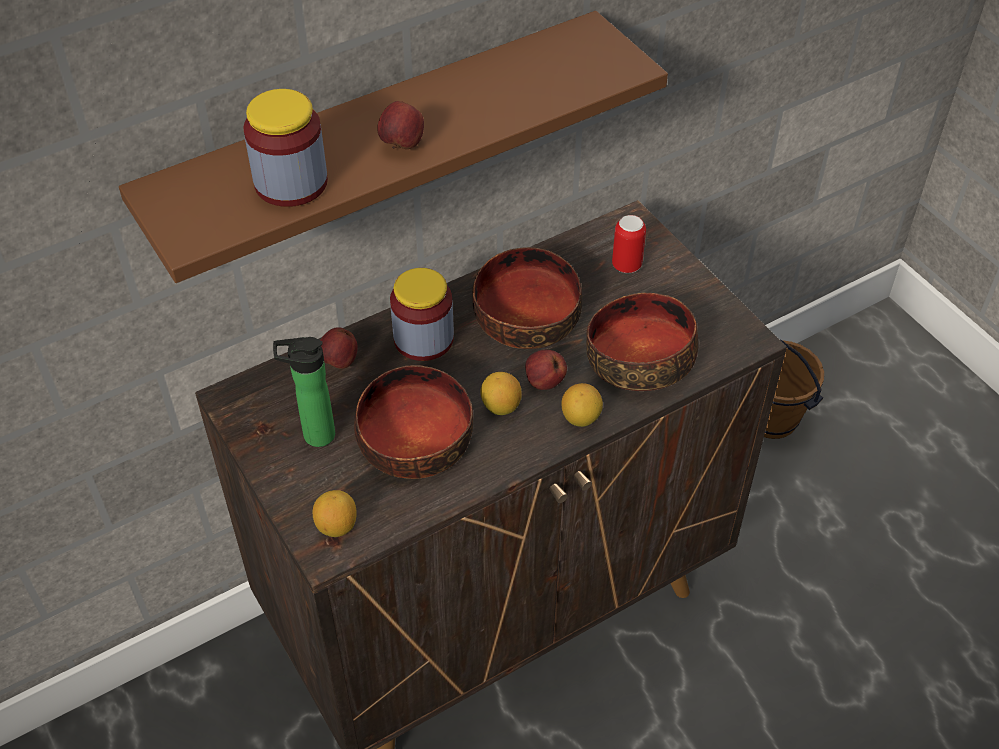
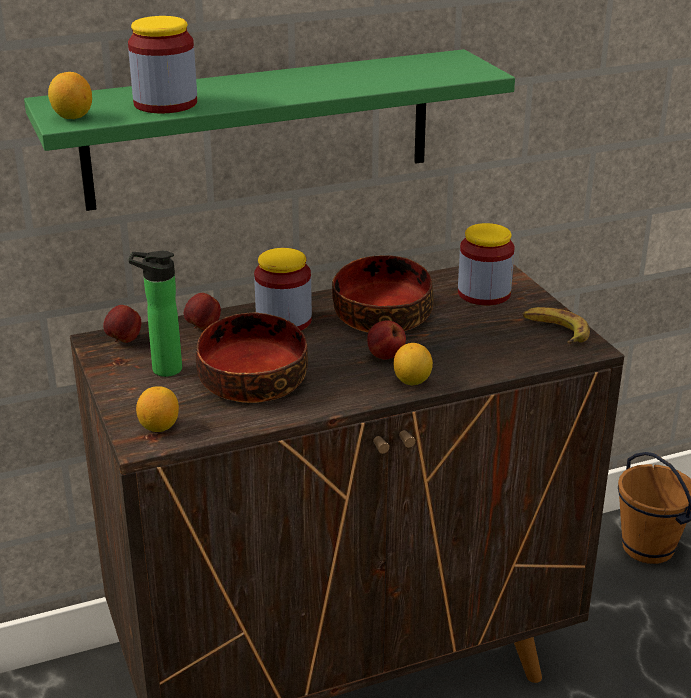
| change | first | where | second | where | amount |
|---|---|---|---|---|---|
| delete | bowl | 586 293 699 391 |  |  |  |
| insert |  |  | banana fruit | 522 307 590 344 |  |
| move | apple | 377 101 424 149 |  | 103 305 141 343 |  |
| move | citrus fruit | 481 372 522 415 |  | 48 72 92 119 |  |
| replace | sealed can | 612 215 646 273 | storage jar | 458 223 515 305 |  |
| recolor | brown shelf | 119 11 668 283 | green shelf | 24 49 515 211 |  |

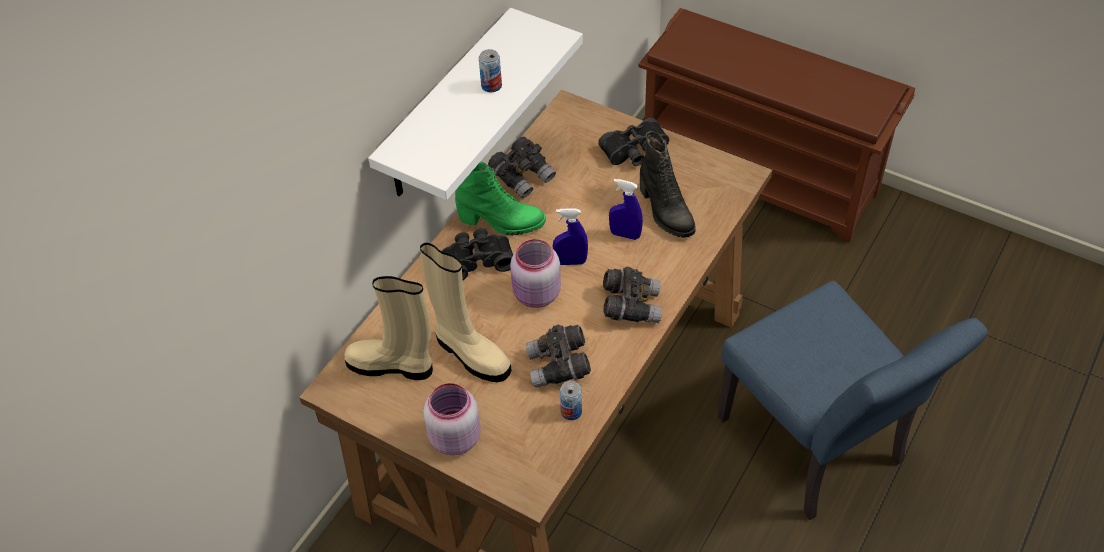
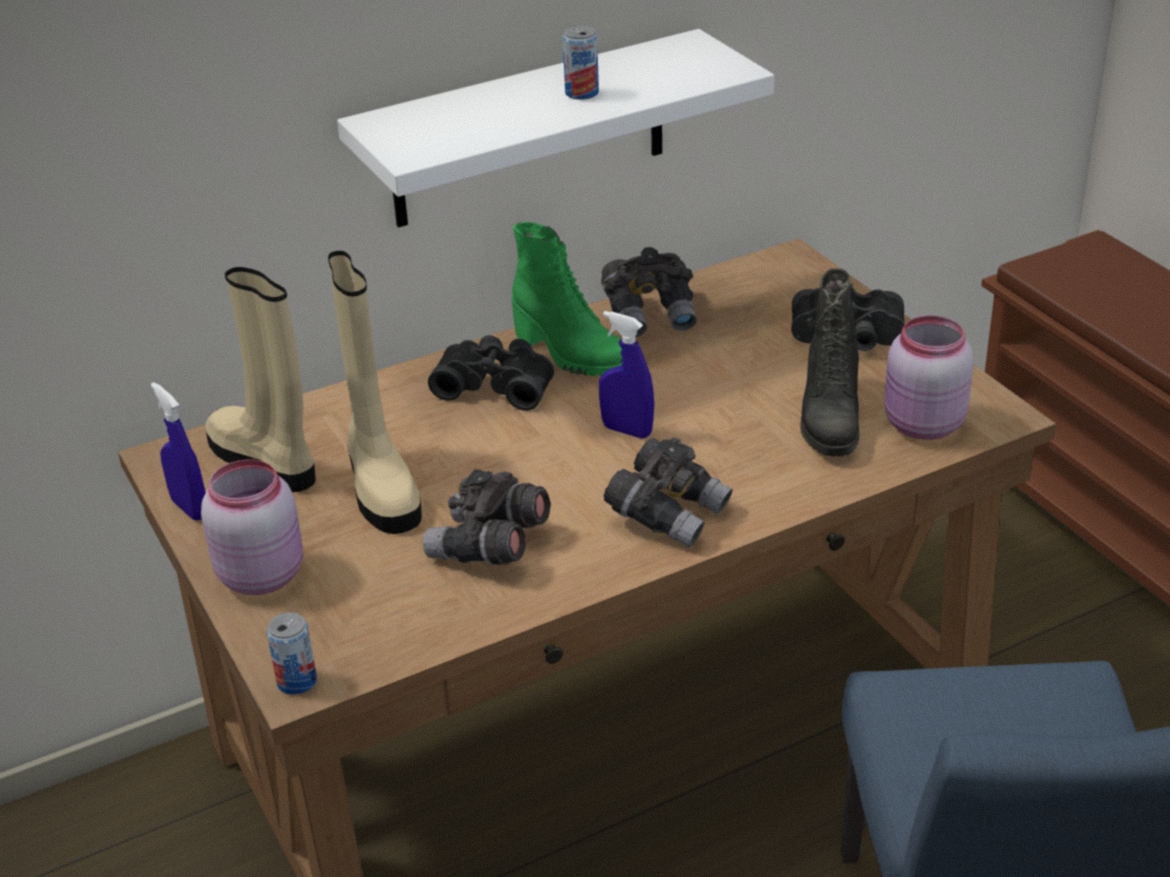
| change | first | where | second | where | amount |
|---|---|---|---|---|---|
| move | pink-coloured storage jar | 510 239 561 308 |  | 884 316 974 440 |  |
| move | sealed can | 560 381 582 420 |  | 267 612 317 695 |  |
| move | blue hand sprayer | 609 179 643 240 |  | 151 382 206 520 |  |

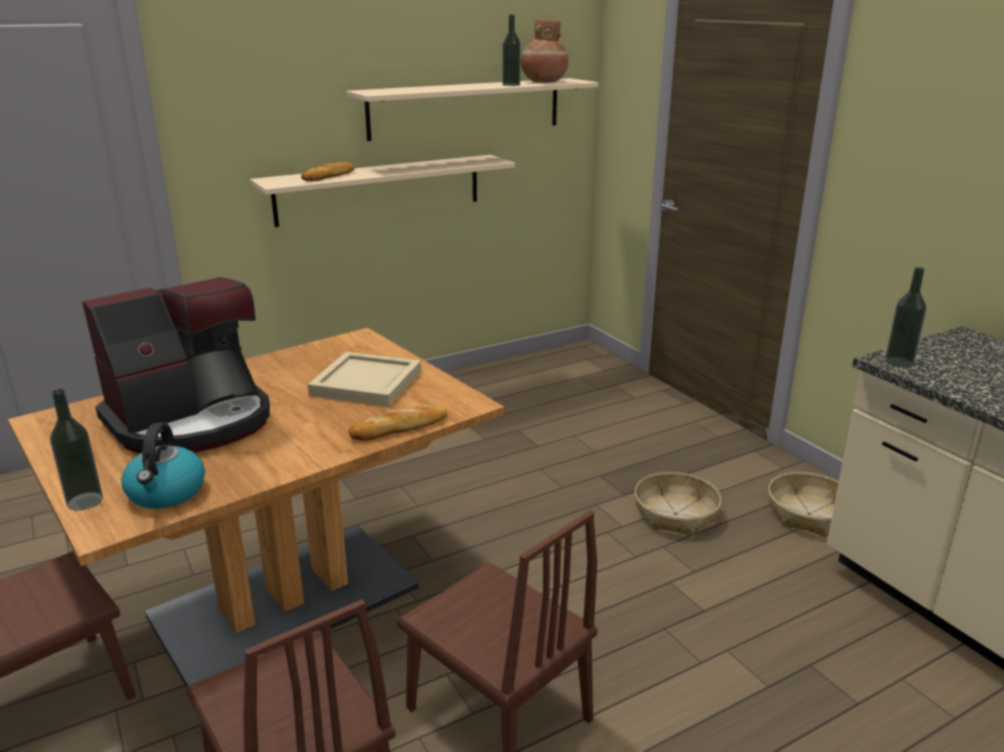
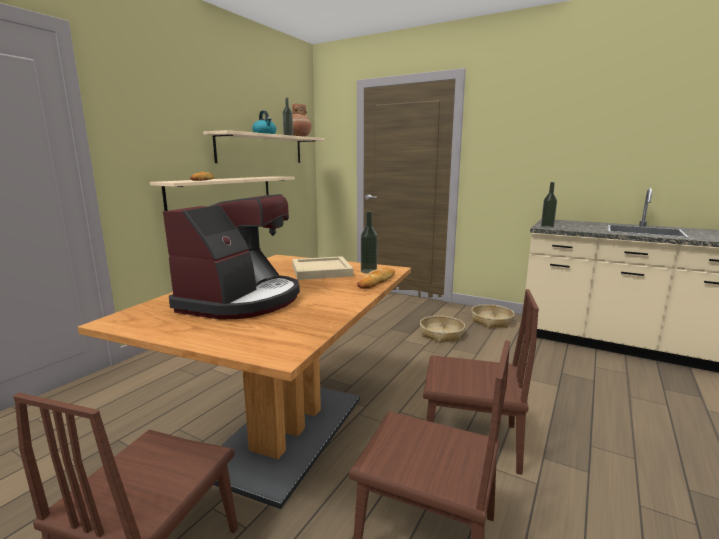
| change | first | where | second | where | amount |
|---|---|---|---|---|---|
| move | beverage bottle | 50 389 103 511 |  | 361 211 377 274 |  |
| move | water kettle | 121 422 205 509 |  | 252 110 277 134 |  |

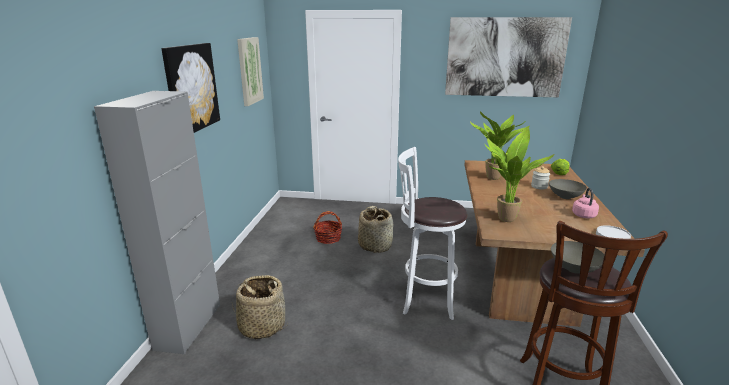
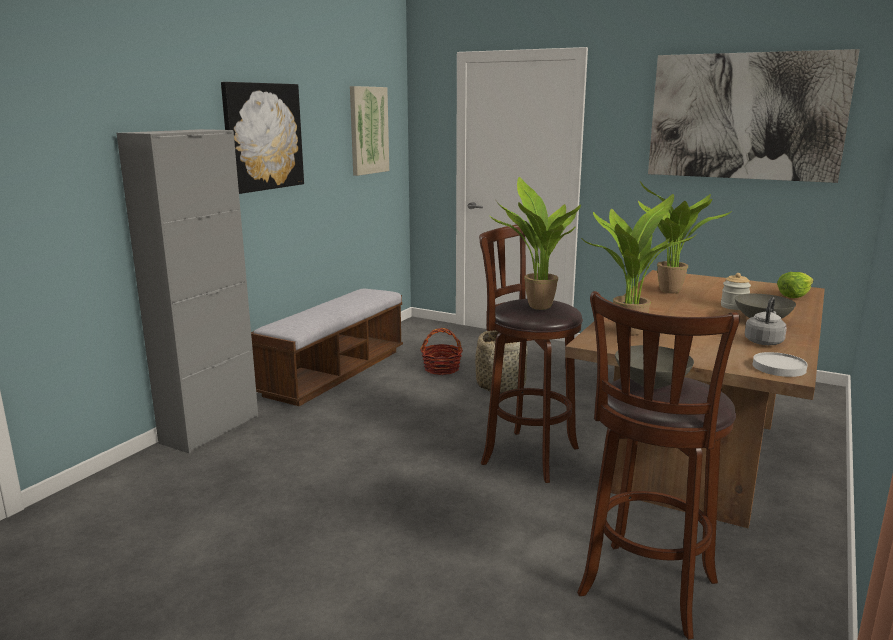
| change | first | where | second | where | amount |
|---|---|---|---|---|---|
| delete | storage basket | 232 275 288 339 |  |  |  |
| insert |  |  | bench | 251 289 403 406 |  |
| insert |  |  | potted plant | 489 177 581 310 |  |
| recolor | white stool | 398 147 467 320 | brown stool | 479 225 583 483 |  |
| recolor | pink-coloured water kettle | 572 188 599 218 | grey water kettle | 745 297 787 345 |  |

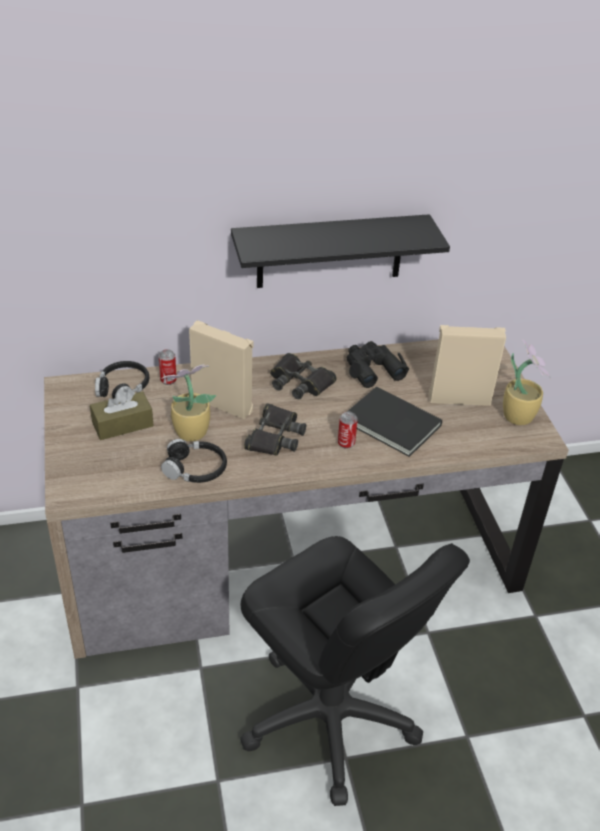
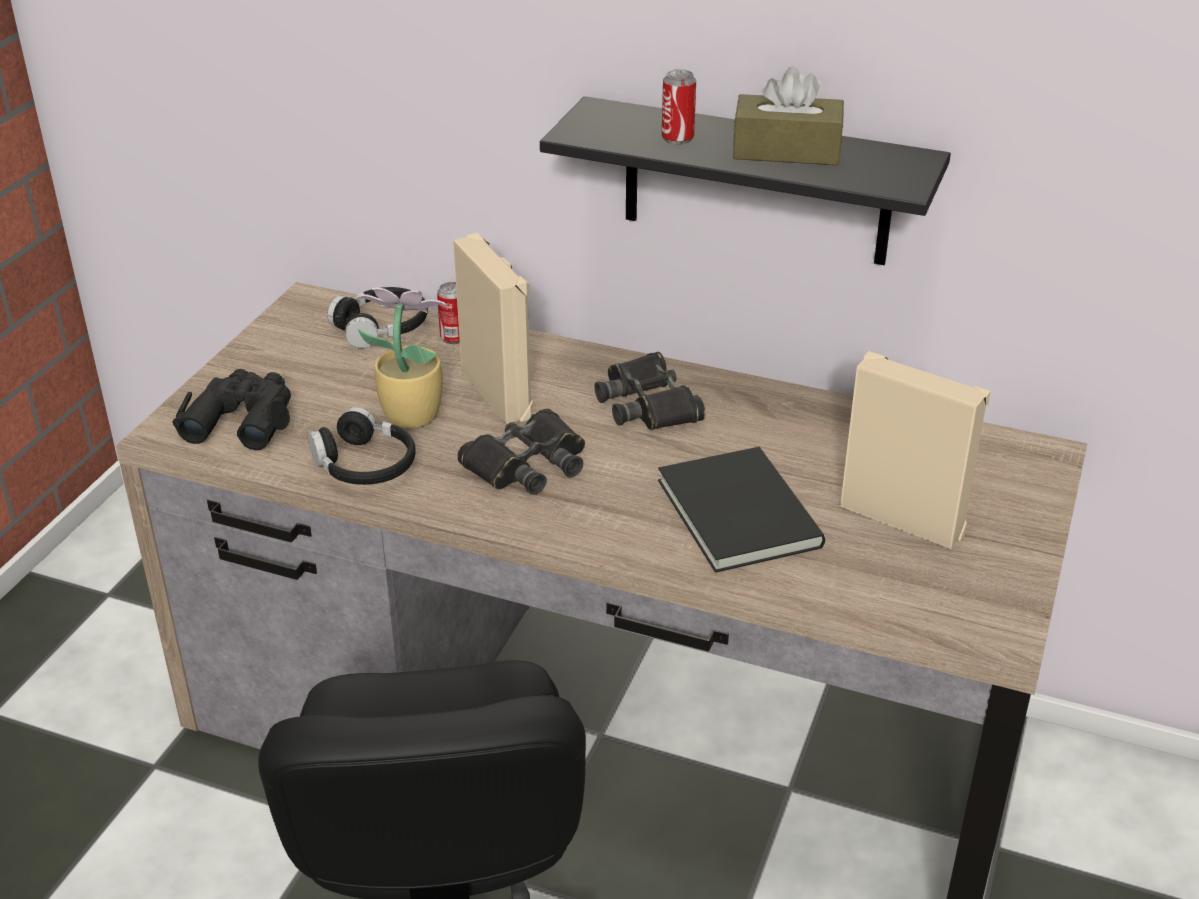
| change | first | where | second | where | amount |
|---|---|---|---|---|---|
| delete | potted plant | 503 339 551 425 |  |  |  |
| move | brown box of tissues | 90 389 153 440 |  | 733 66 844 165 |  |
| move | sealed can | 338 411 358 449 |  | 662 69 696 144 |  |
| move | black-coloured field glasses | 347 341 409 388 |  | 172 369 291 450 |  |

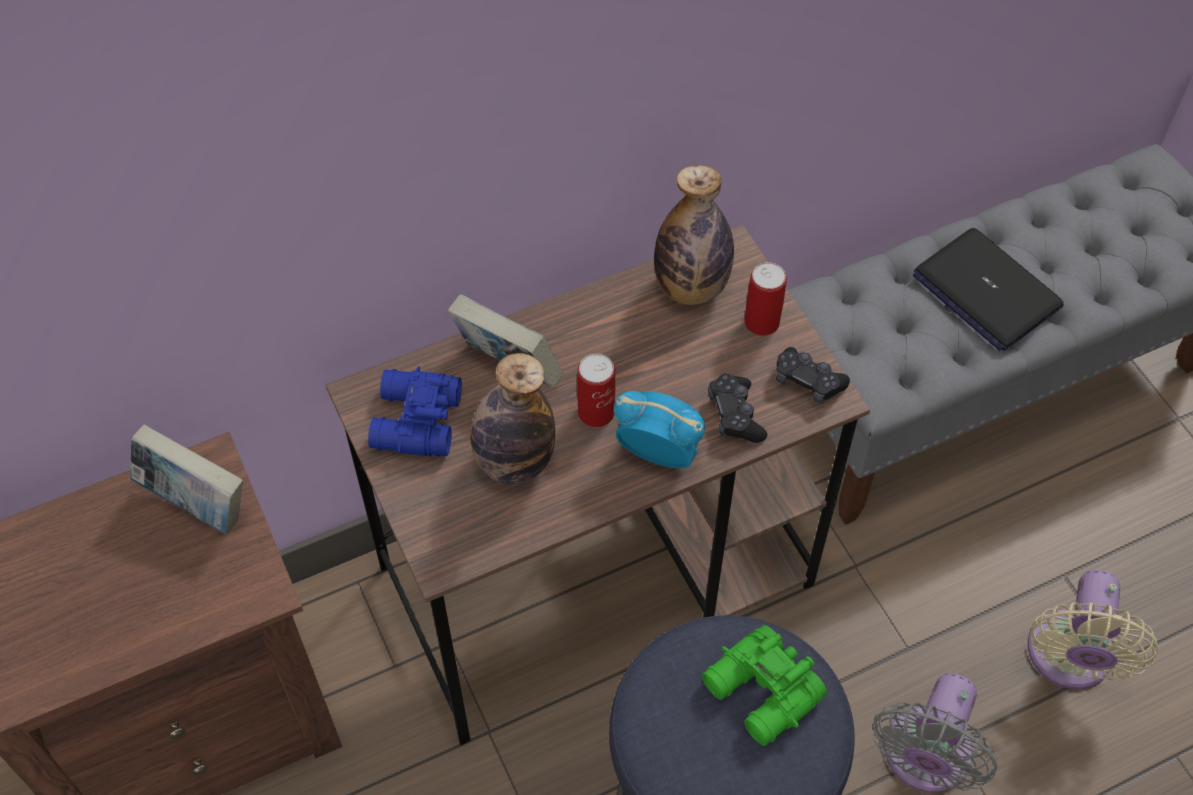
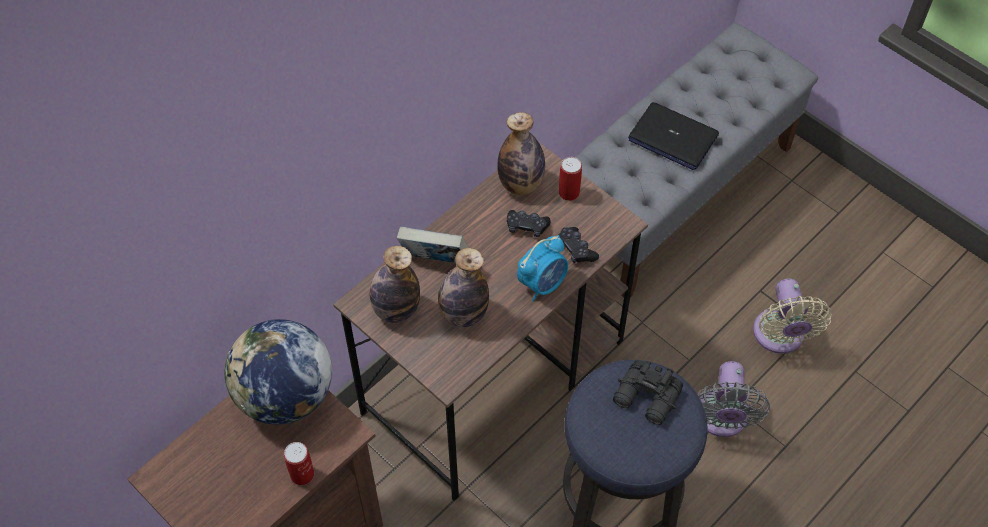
| change | first | where | second | where | amount |
|---|---|---|---|---|---|
| move | sealed can | 577 354 615 427 |  | 284 442 314 485 |  |
| move | black-coloured game controller | 776 347 850 404 |  | 507 210 550 237 |  |
| replace | bound book | 130 424 243 534 | desk globe | 225 319 332 425 |  |
| replace | blue field glasses | 368 366 462 457 | beverage bottle | 369 246 420 323 |  |
| recolor | green field glasses | 702 625 827 746 | black-coloured field glasses | 613 360 683 425 |  |
| rotate | alarm clock | 614 391 705 469 |  | 517 235 568 301 | 135 degrees clockwise |

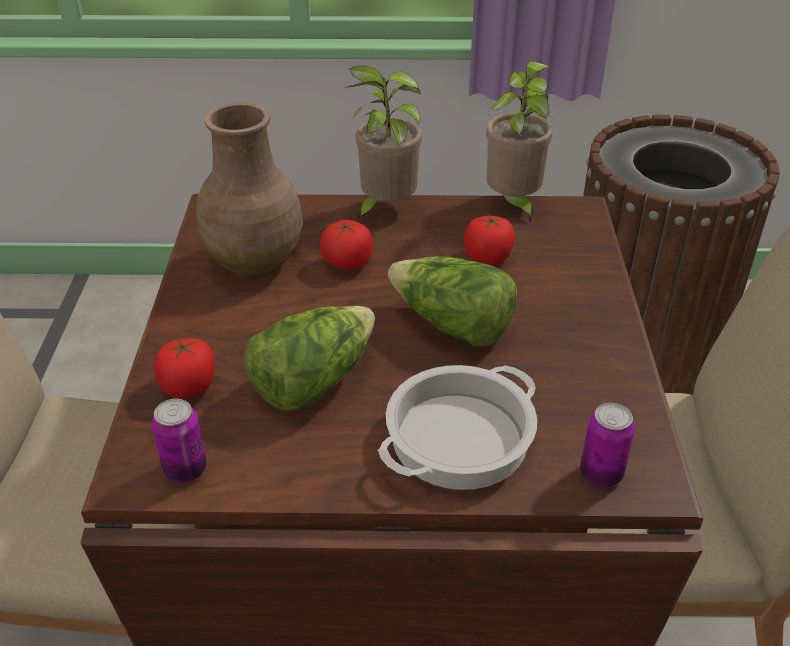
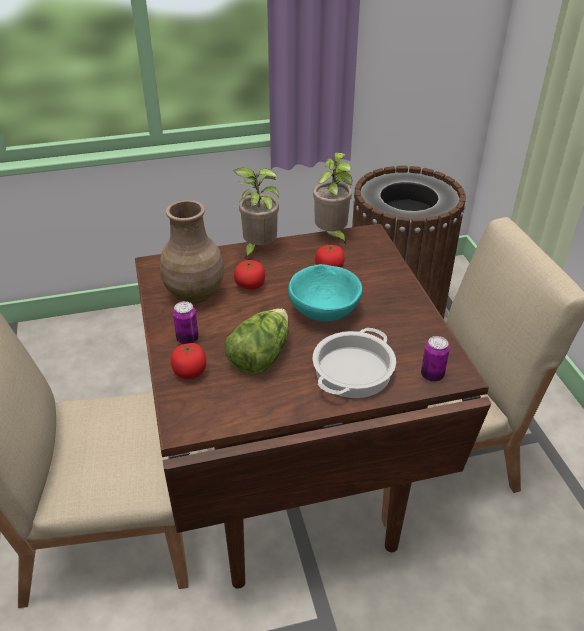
| change | first | where | second | where | amount |
|---|---|---|---|---|---|
| move | sealed can | 152 399 206 483 |  | 173 301 198 344 |  |
| replace | head of lettuce | 388 256 517 347 | blue-green bowl | 288 264 362 322 |  |

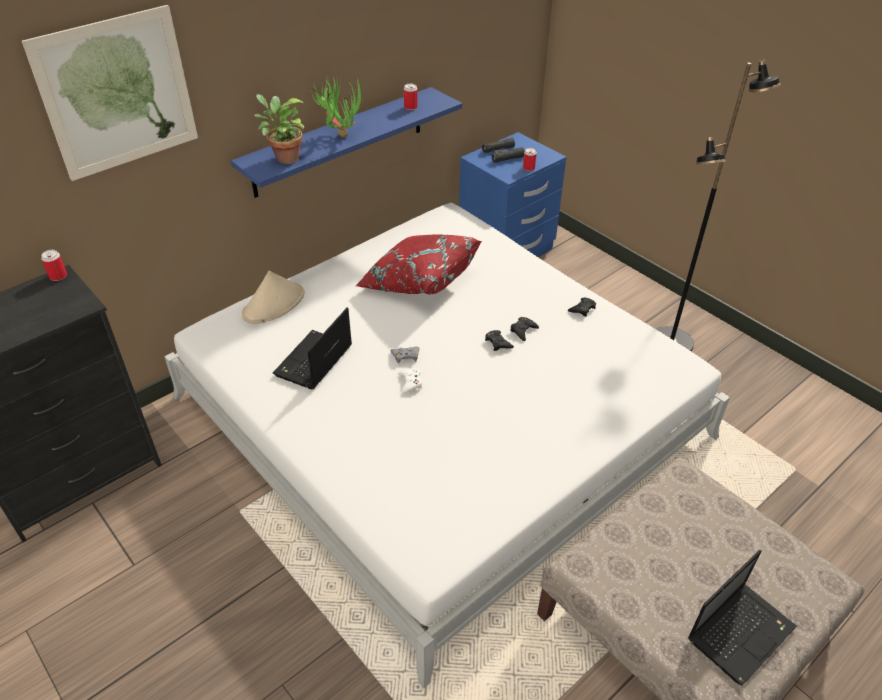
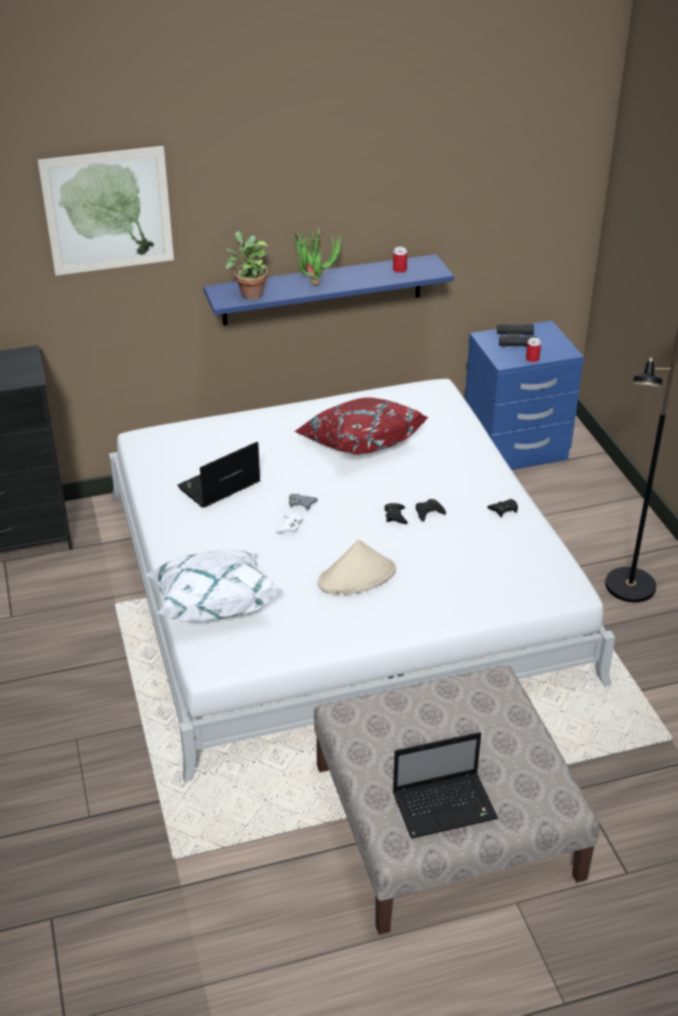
| change | first | where | second | where | amount |
|---|---|---|---|---|---|
| delete | sealed can | 41 250 67 281 |  |  |  |
| insert |  |  | white throw pillow | 146 549 284 622 |  |
| move | beige wearable hat | 242 271 304 324 |  | 318 539 396 595 |  |

